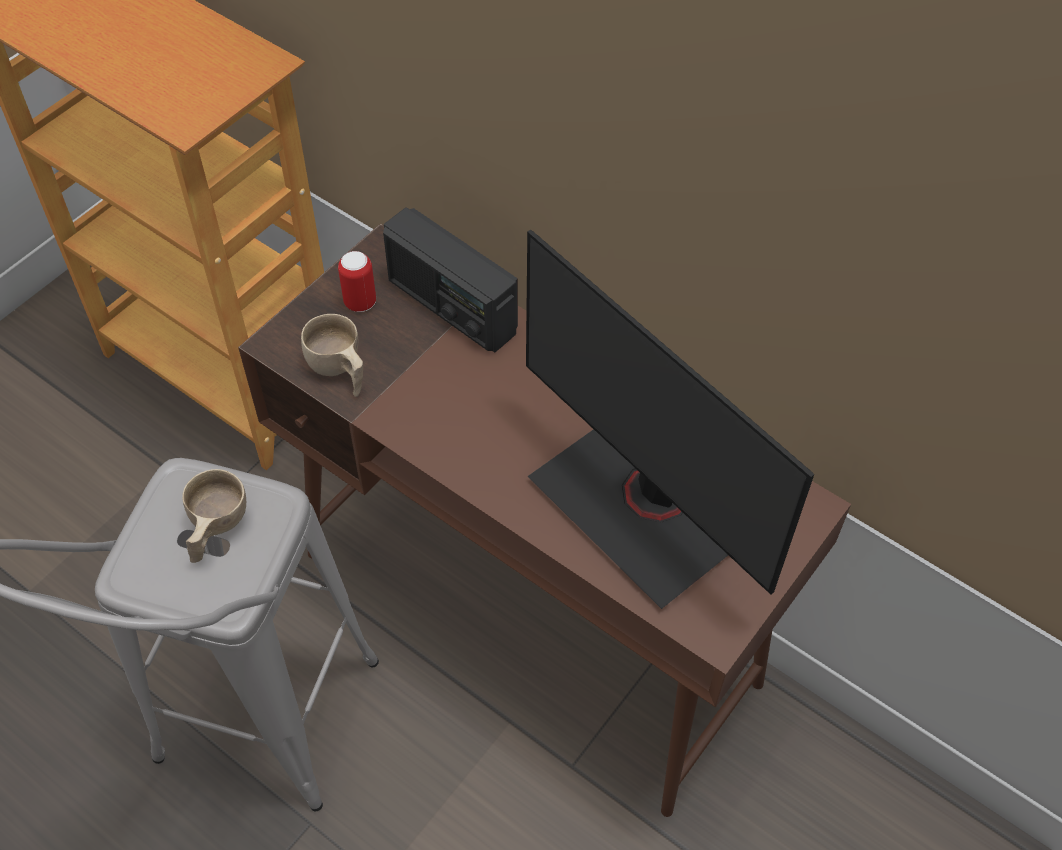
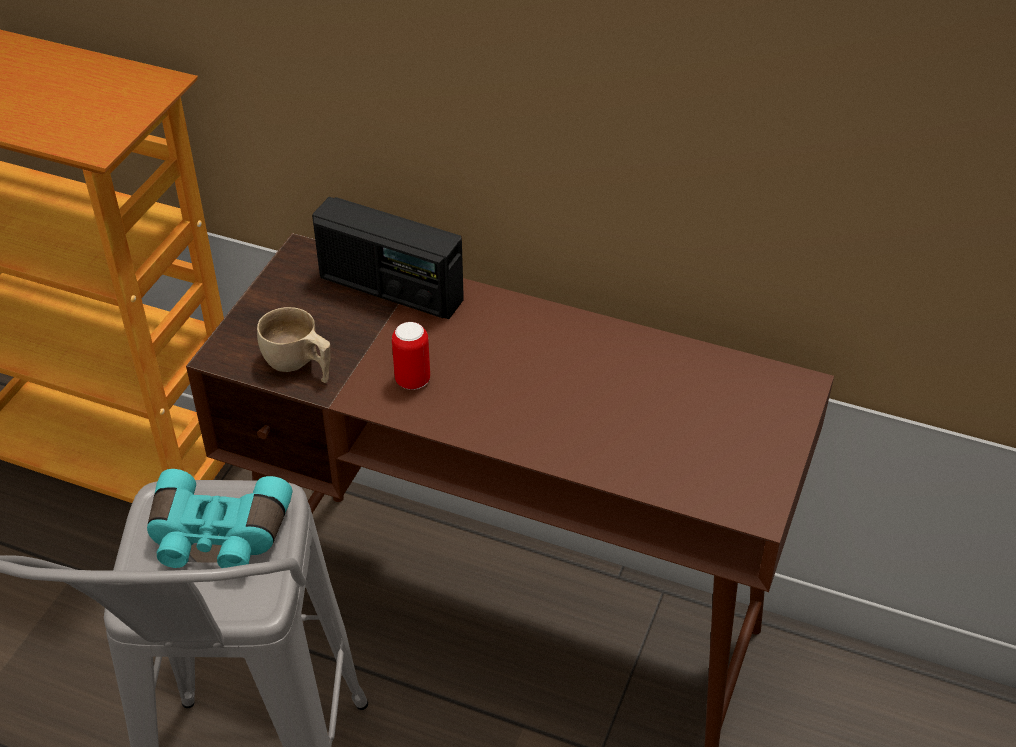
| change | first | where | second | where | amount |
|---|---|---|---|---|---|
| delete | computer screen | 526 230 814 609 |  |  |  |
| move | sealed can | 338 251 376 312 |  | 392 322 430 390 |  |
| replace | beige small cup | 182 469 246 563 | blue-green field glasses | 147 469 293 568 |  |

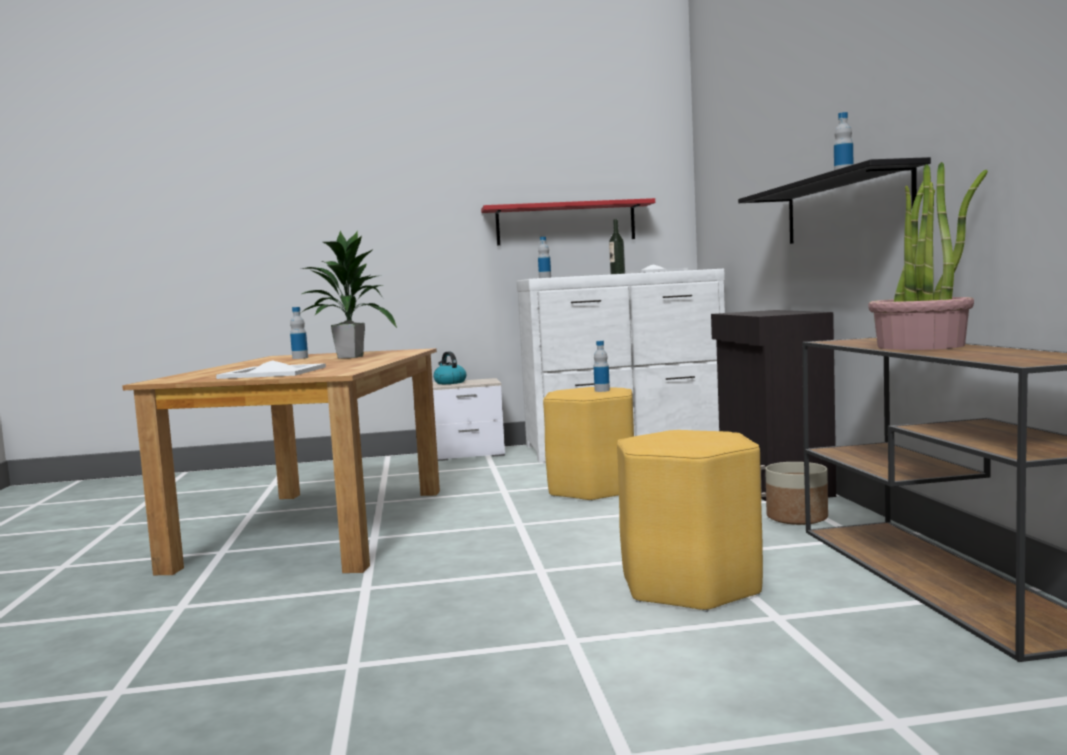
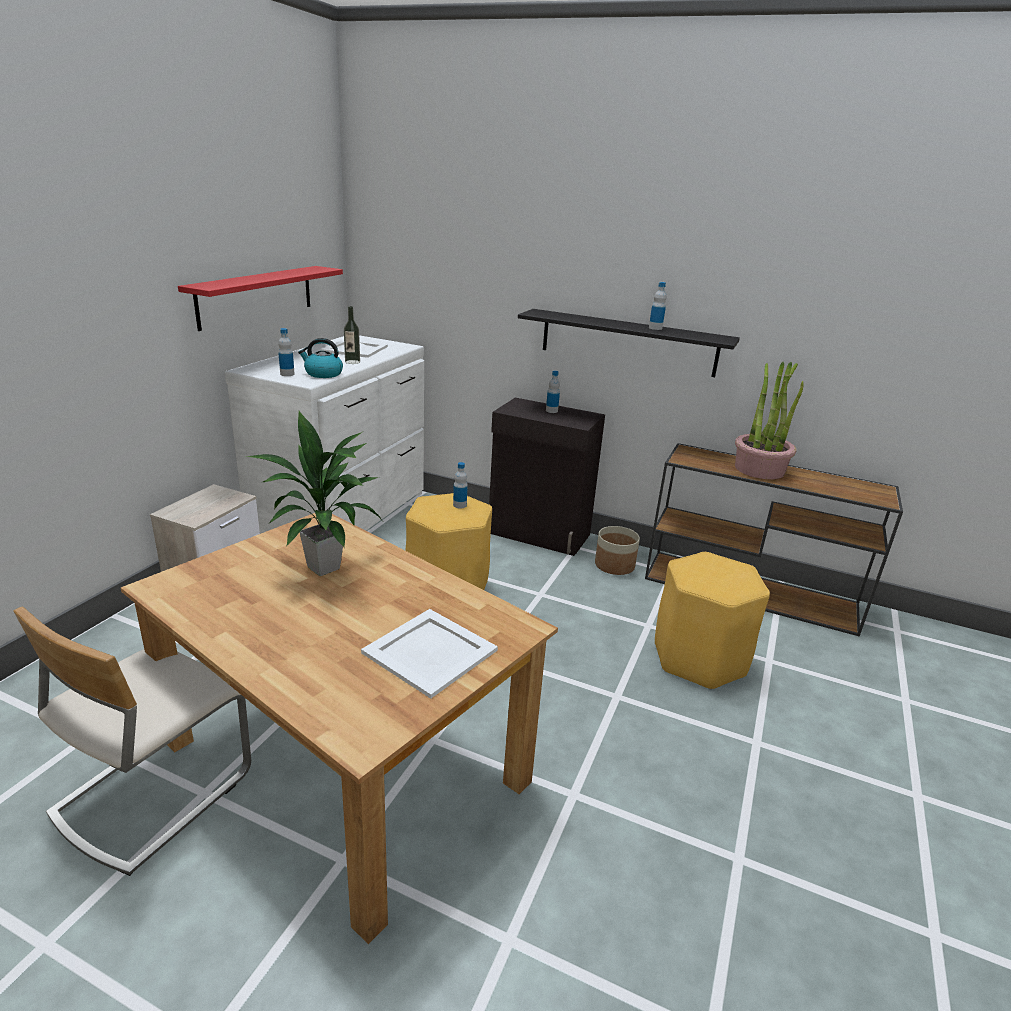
| change | first | where | second | where | amount |
|---|---|---|---|---|---|
| insert |  |  | beige upright chair | 13 607 251 876 |  |
| move | beverage bottle | 290 307 308 359 |  | 546 371 560 413 |  |
| move | water kettle | 433 351 466 384 |  | 298 338 343 378 |  |

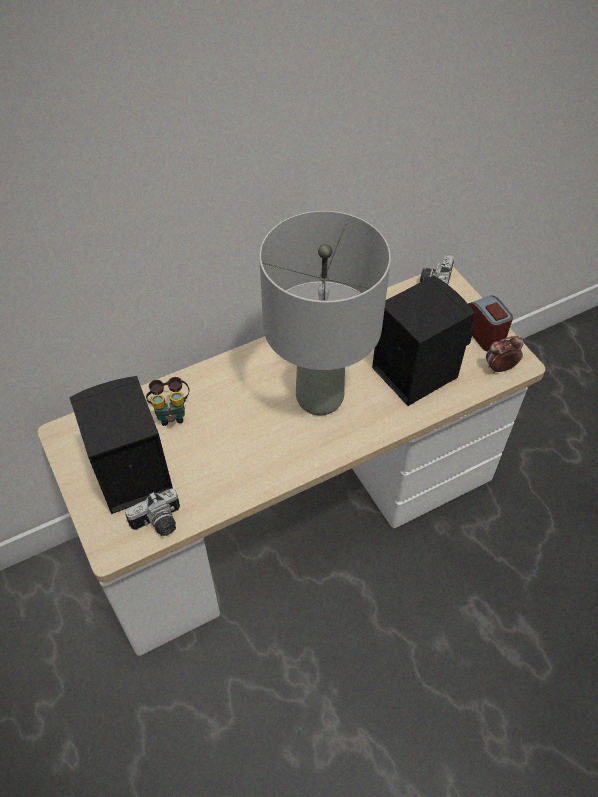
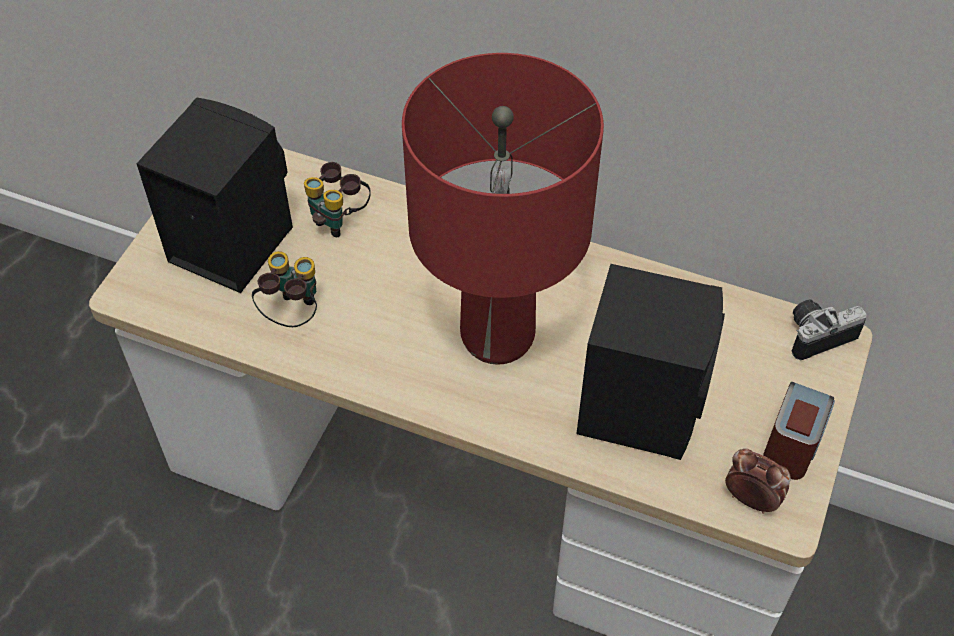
| change | first | where | second | where | amount |
|---|---|---|---|---|---|
| delete | still camera | 125 488 180 536 |  |  |  |
| insert |  |  | field glasses | 252 251 317 327 |  |
| recolor | grey lamp for a table | 259 211 391 416 | reddish lamp for a table | 402 53 604 365 |  |

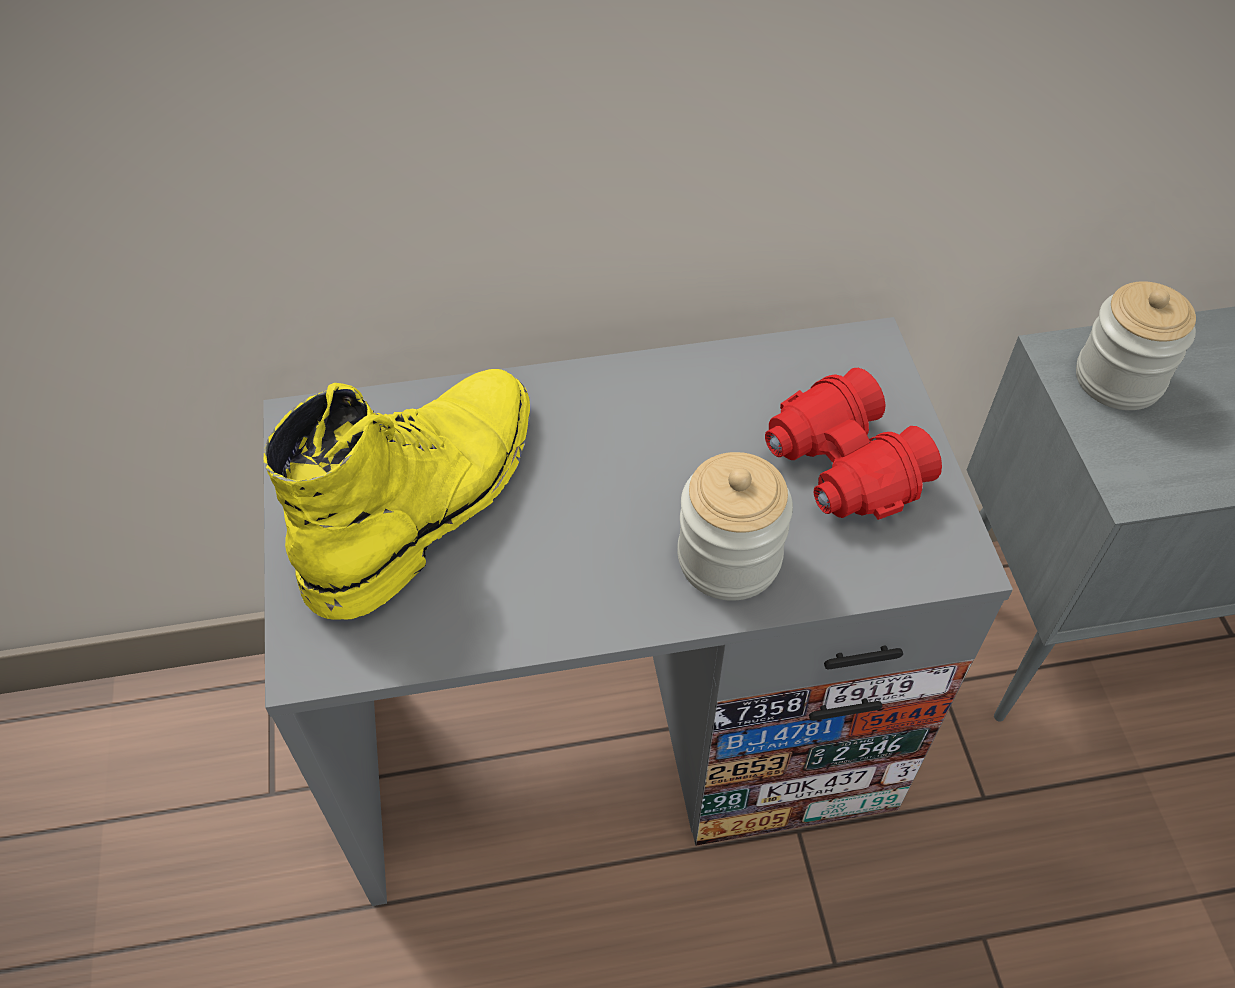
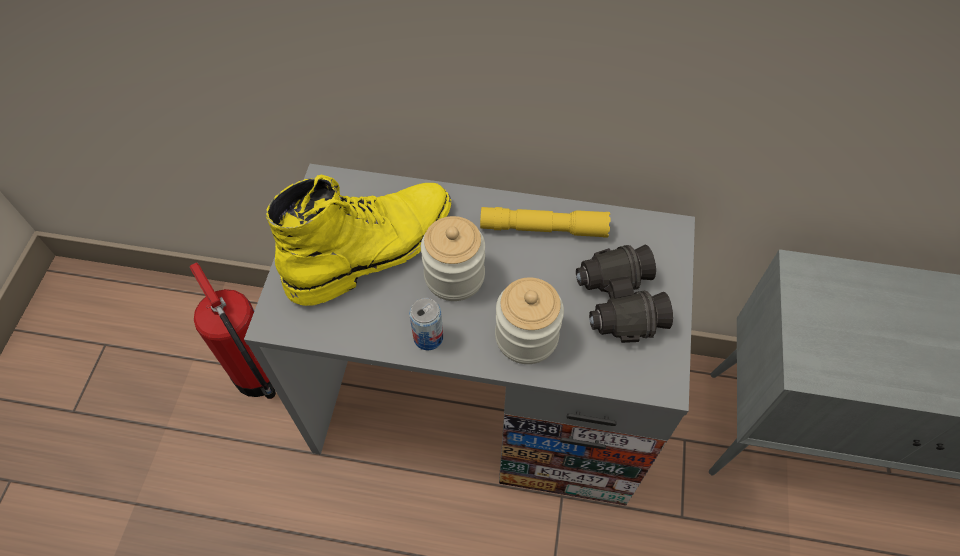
| change | first | where | second | where | amount |
|---|---|---|---|---|---|
| insert |  |  | extinguisher | 190 262 276 399 |  |
| insert |  |  | sealed can | 409 298 443 350 |  |
| insert |  |  | yellowish flashlight | 480 207 611 238 |  |
| move | storage jar | 1076 281 1196 410 |  | 421 216 485 301 |  |
| recolor | reddish field glasses | 765 368 942 520 | black-coloured field glasses | 576 245 673 343 |  |

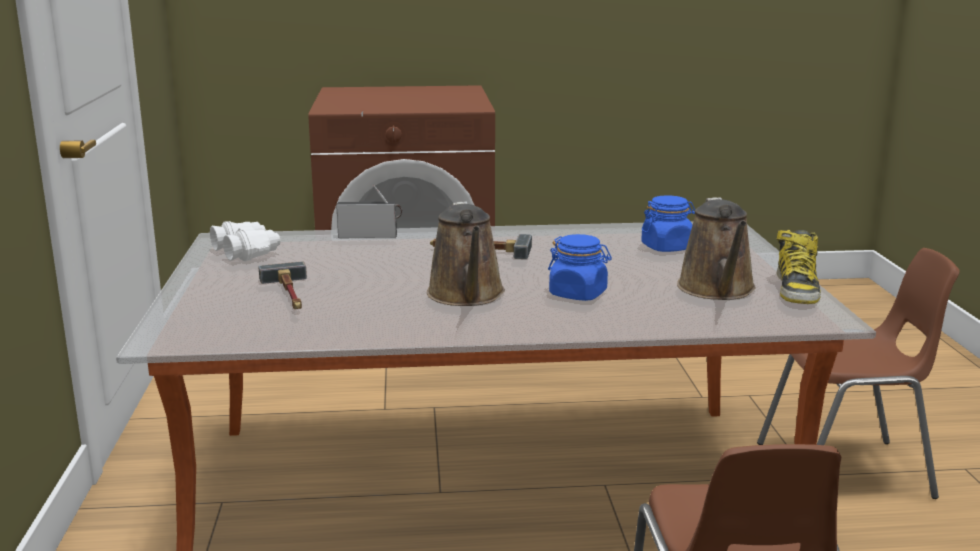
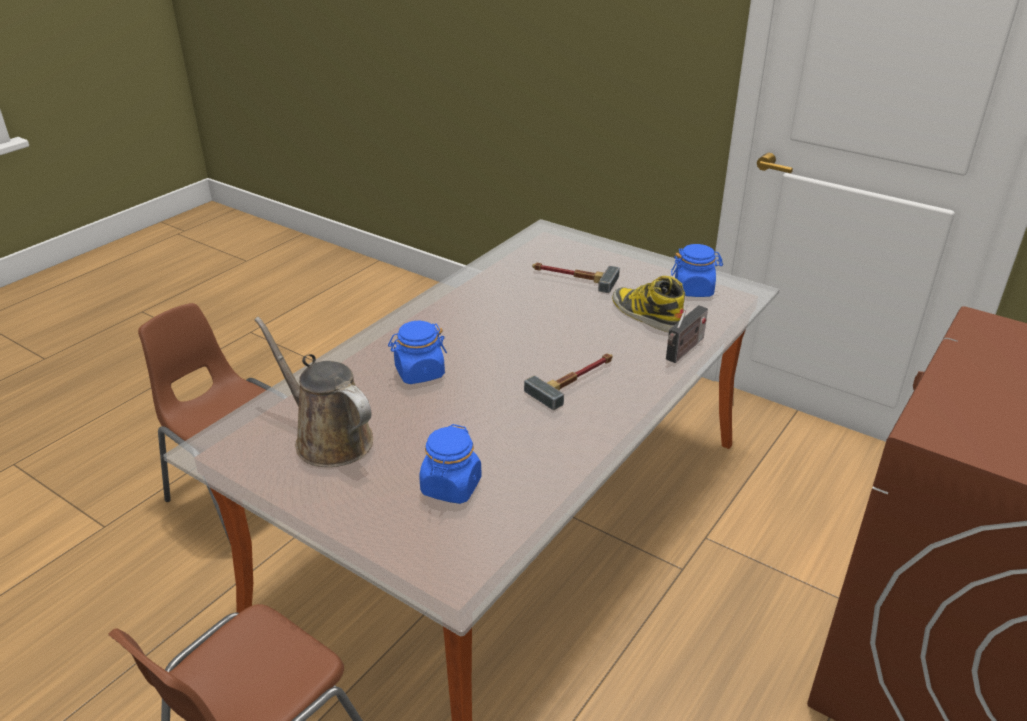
| change | first | where | second | where | amount |
|---|---|---|---|---|---|
| delete | brown watering pot | 427 202 505 306 |  |  |  |
| move | boot | 776 230 821 304 |  | 612 276 685 332 |  |
| replace | white field glasses | 210 221 280 262 | blue storage jar | 671 244 723 297 |  |

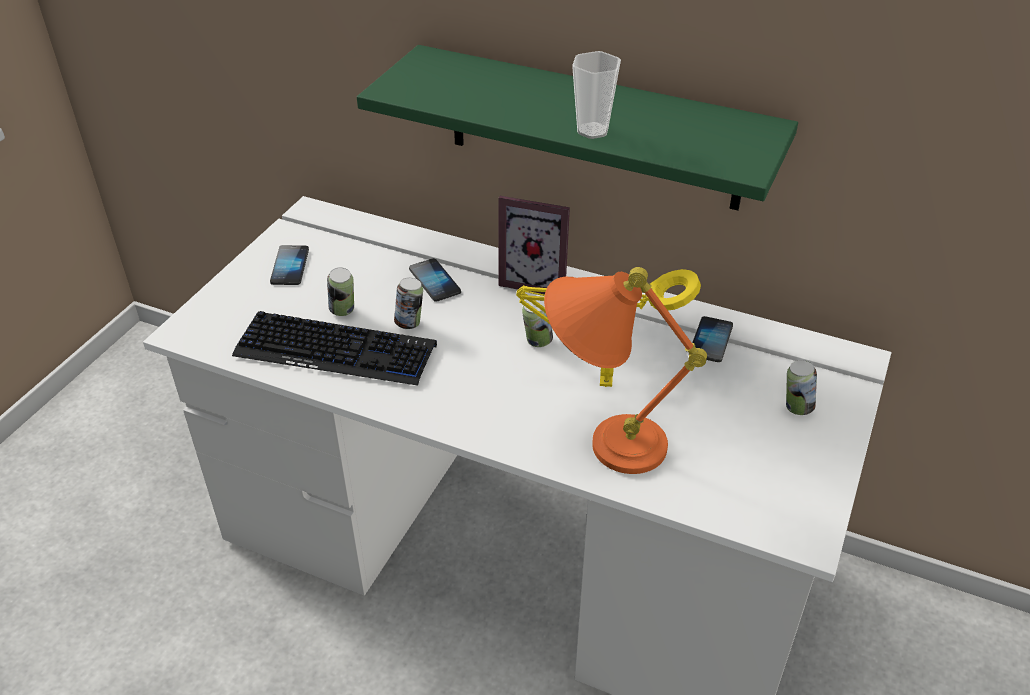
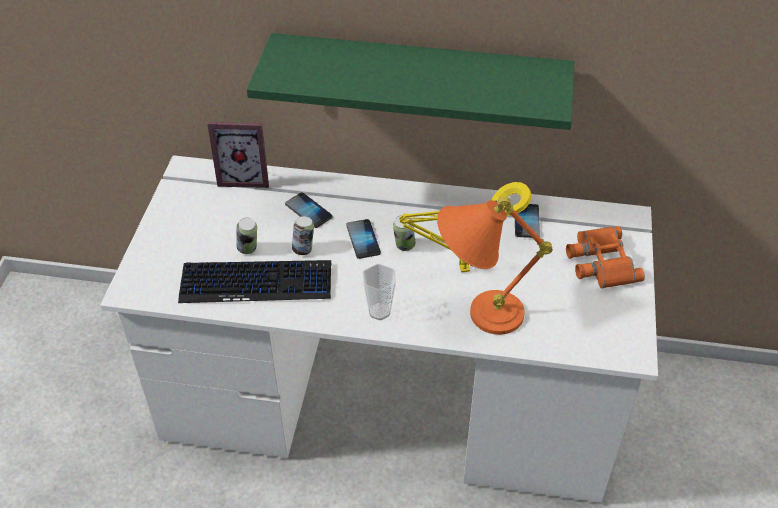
| change | first | where | second | where | amount |
|---|---|---|---|---|---|
| move | phone | 270 245 309 285 |  | 346 219 381 259 |  |
| move | picture frame | 499 196 570 295 |  | 207 122 269 188 |  |
| move | small cup | 572 51 621 139 |  | 363 264 396 320 |  |
| replace | sealed can | 786 360 817 415 | orange-coloured field glasses | 566 226 645 289 |  |

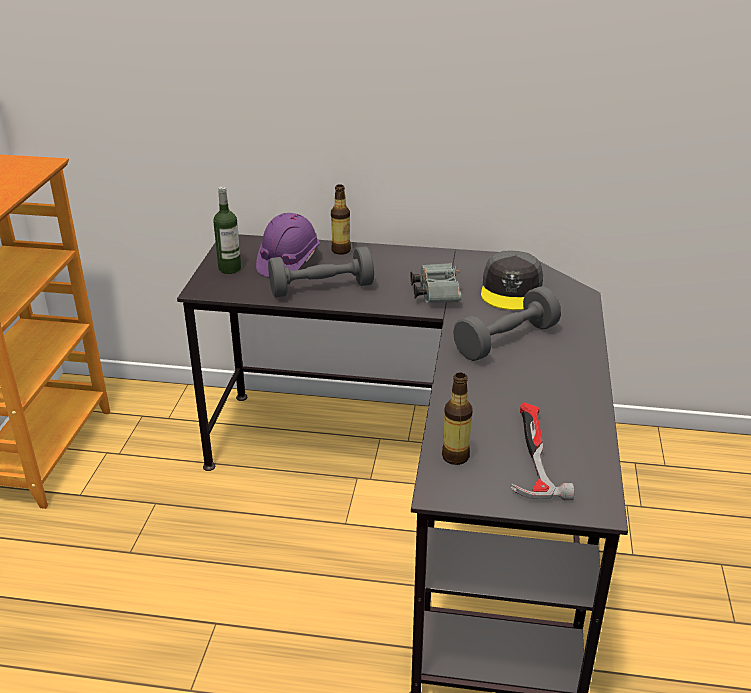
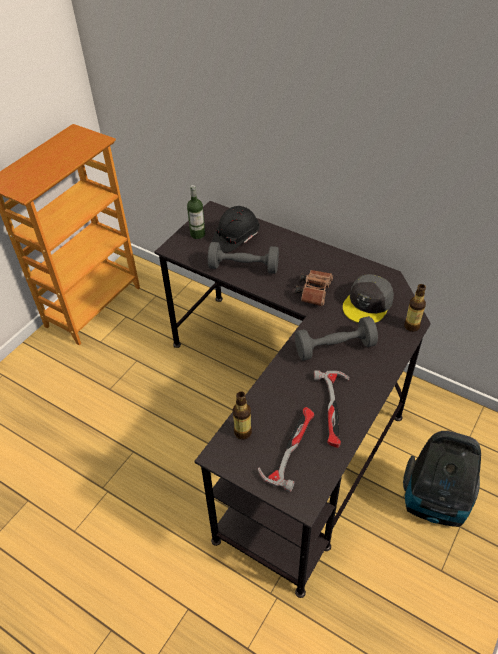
| change | first | where | second | where | amount |
|---|---|---|---|---|---|
| insert |  |  | tool hammer | 314 370 350 448 |  |
| insert |  |  | vacuum | 403 431 481 527 |  |
| move | beverage bottle | 331 184 351 255 |  | 404 284 426 332 |  |
| recolor | purple-coloured safety helmet | 256 213 320 277 | black-coloured safety helmet | 212 206 260 253 |  |
| recolor | grey field glasses | 410 263 461 303 | brown field glasses | 295 270 333 306 |  |

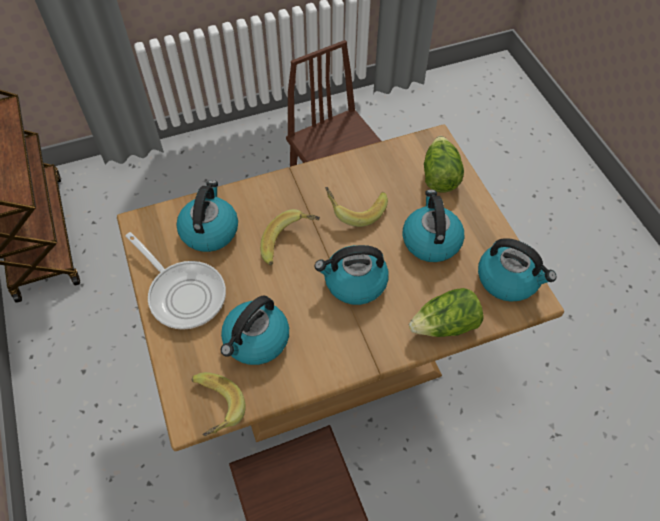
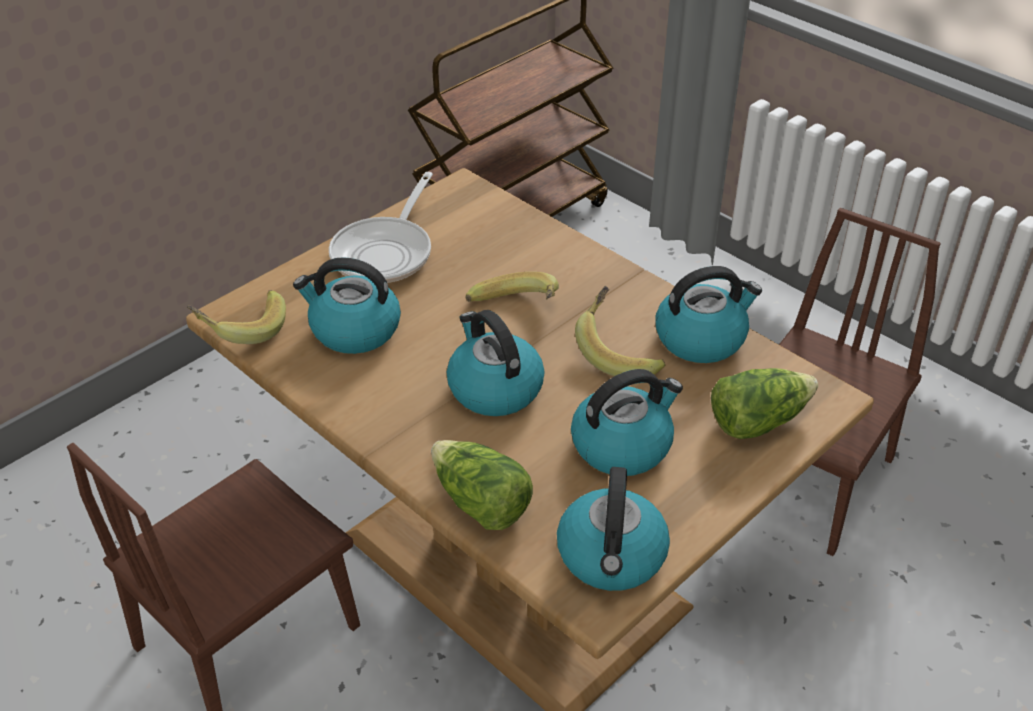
| change | first | where | second | where | amount |
|---|---|---|---|---|---|
| move | water kettle | 176 180 238 252 |  | 656 266 762 363 |  |

